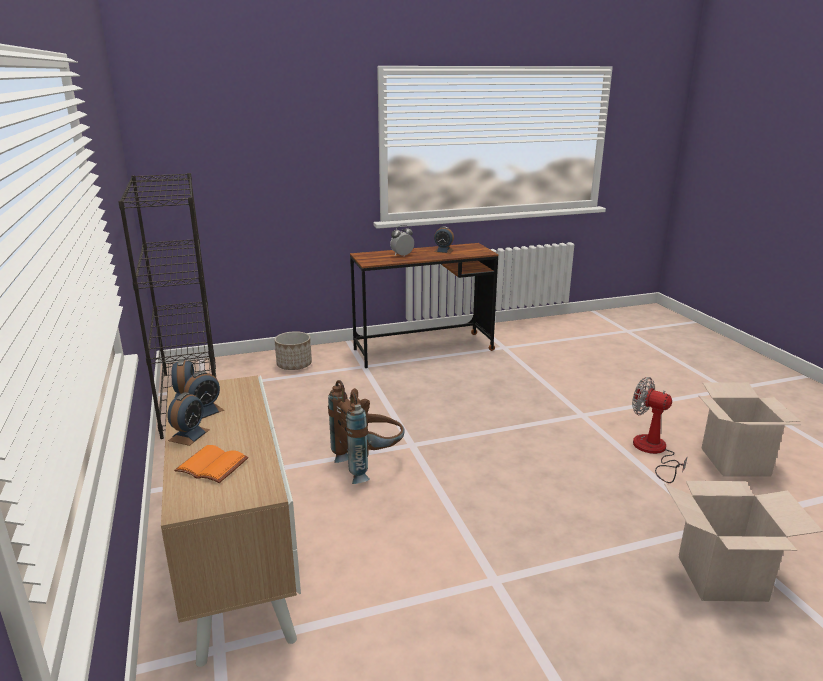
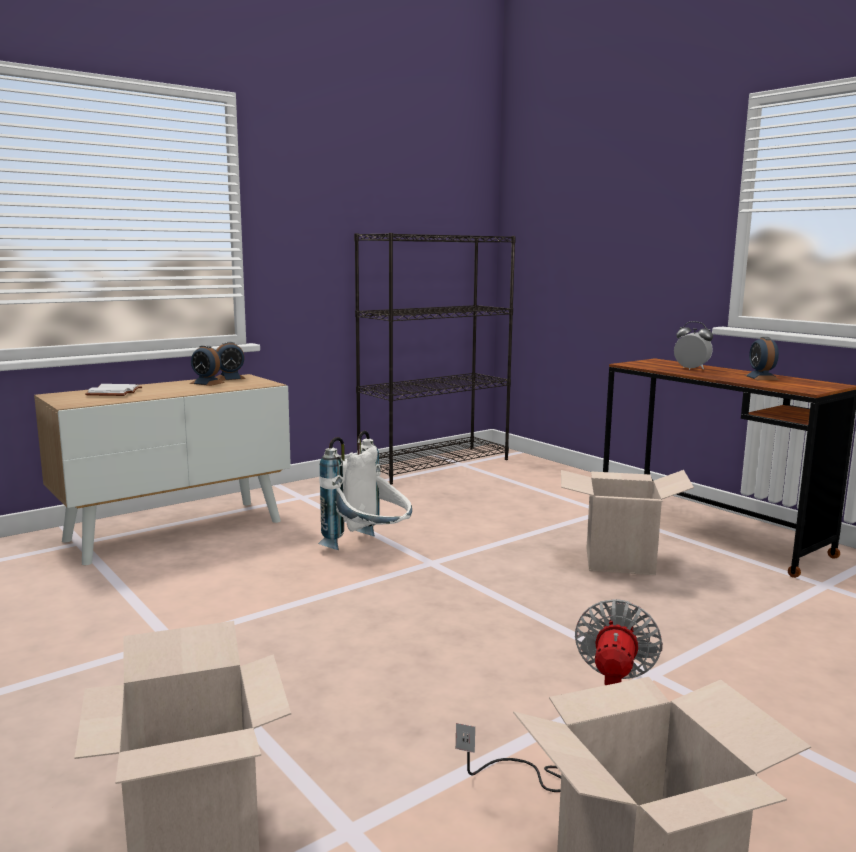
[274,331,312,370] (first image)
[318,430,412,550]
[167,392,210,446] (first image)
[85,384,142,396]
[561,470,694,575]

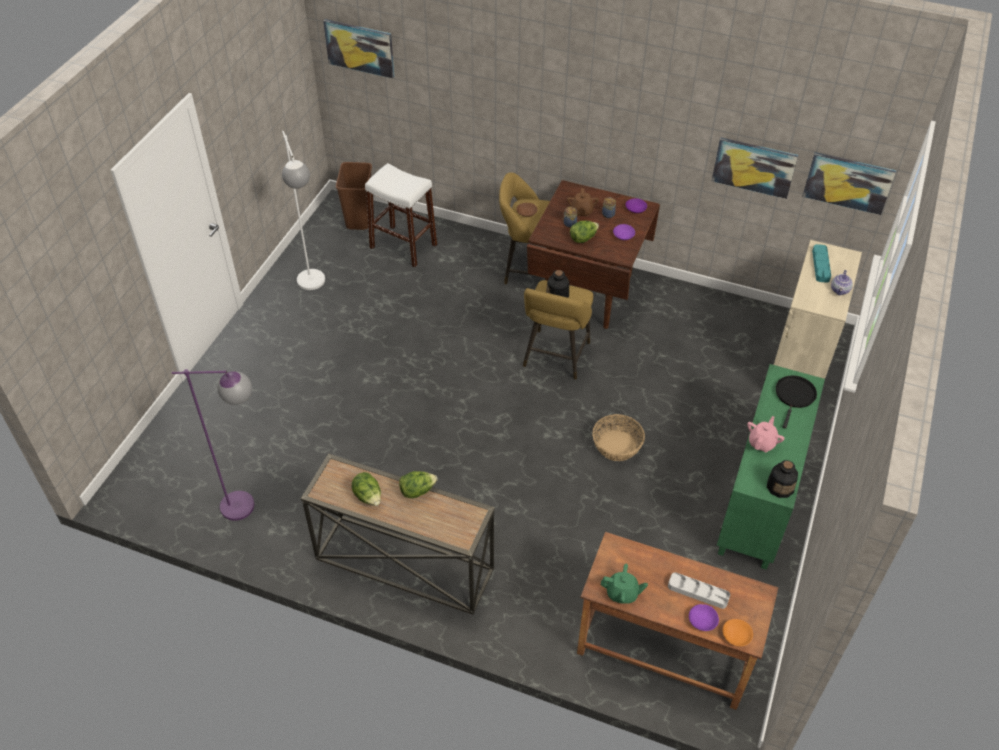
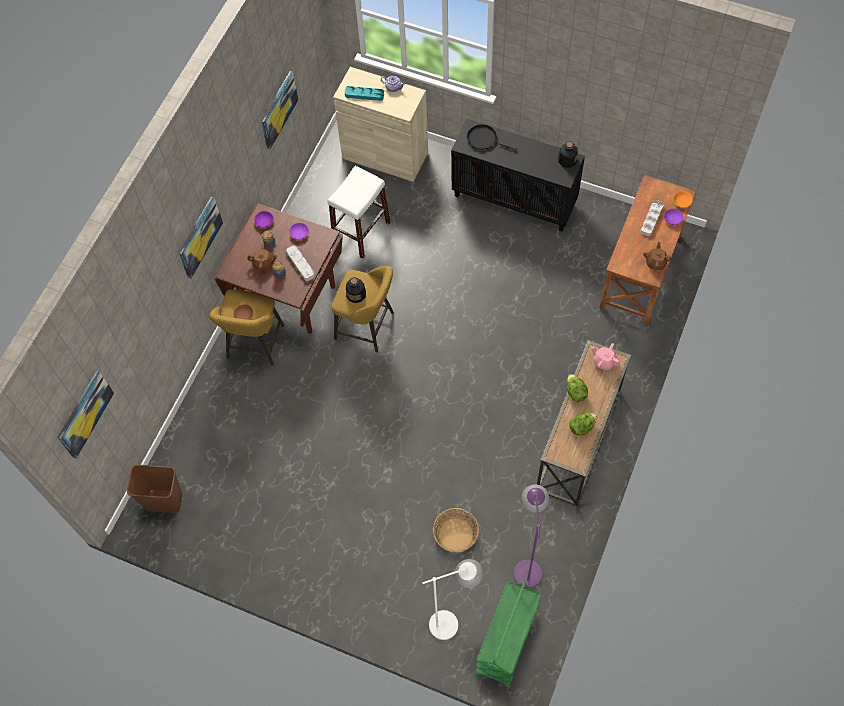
[422,559,484,640]
[178,196,223,279]
[327,166,391,259]
[286,245,315,281]
[451,119,585,232]
[433,508,479,553]
[591,343,620,370]
[643,242,673,272]
[475,581,541,688]

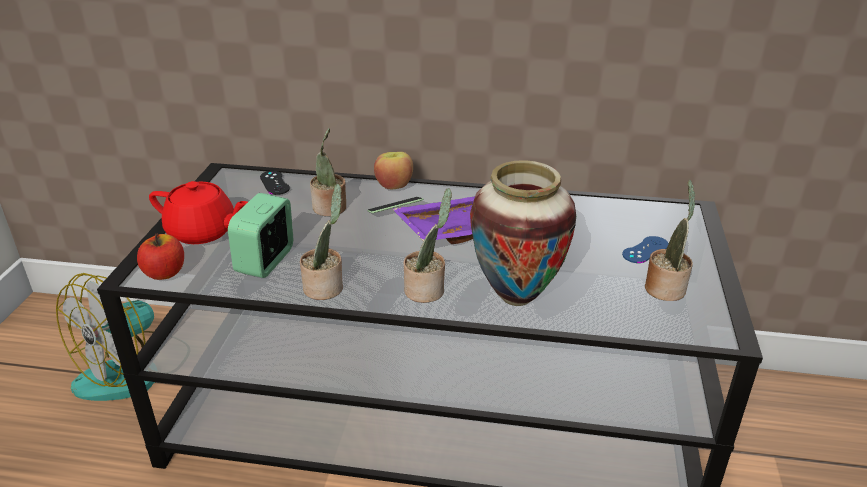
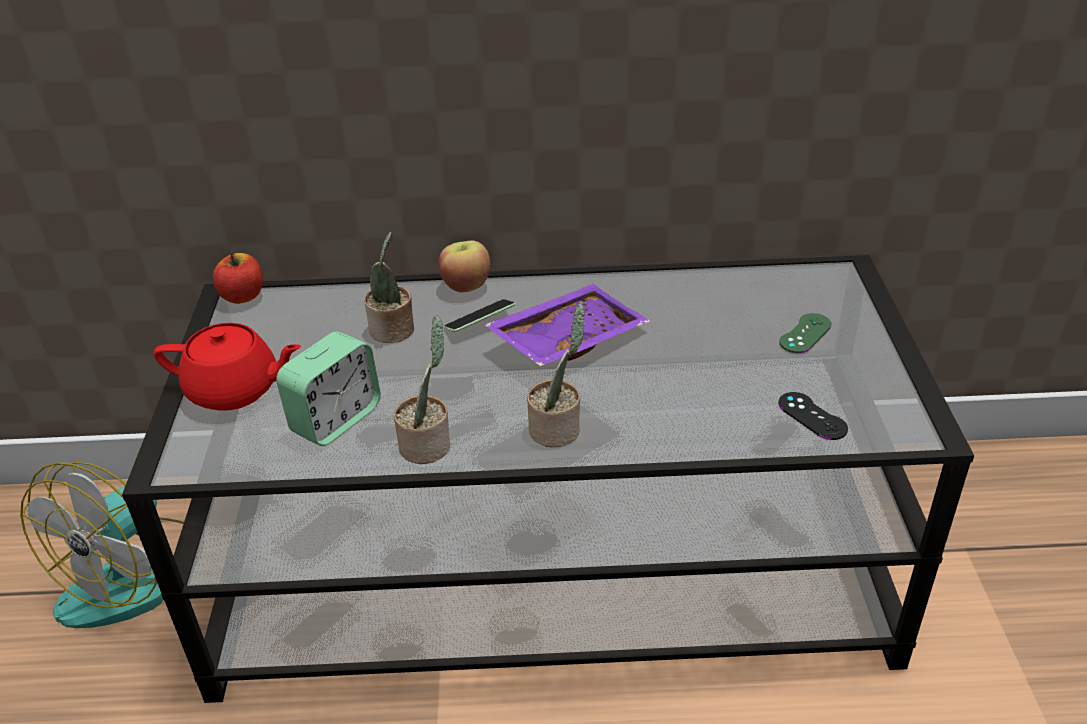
[470,160,576,306] (first image)
[778,392,848,440]
[645,180,696,301] (first image)
[276,331,381,446]
[213,253,263,304]
[779,313,831,353]

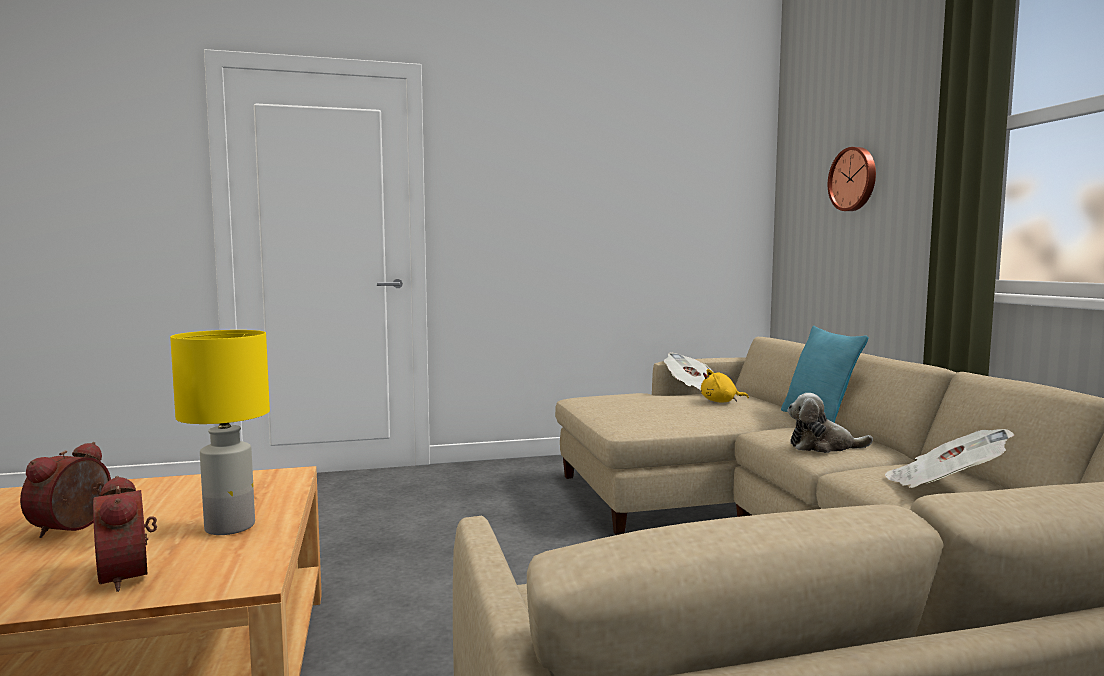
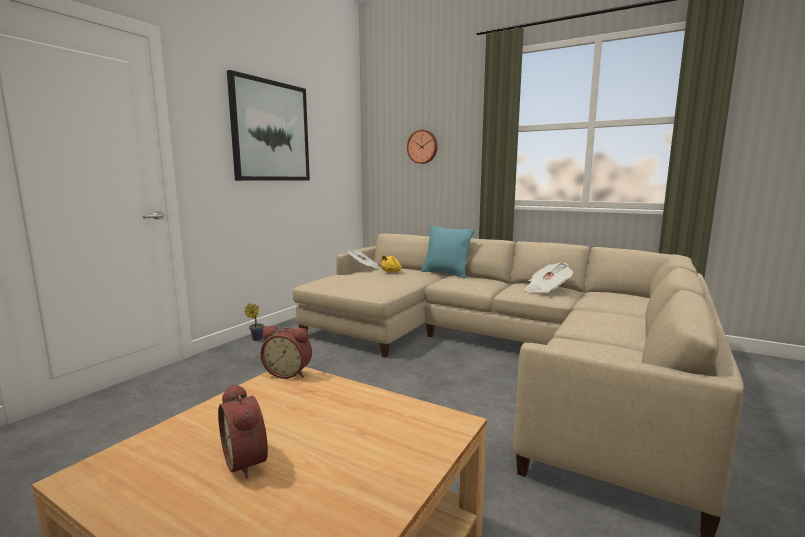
[170,330,270,535] (first image)
[787,393,873,453] (first image)
[261,325,312,379]
[227,70,310,181]
[245,303,264,341]

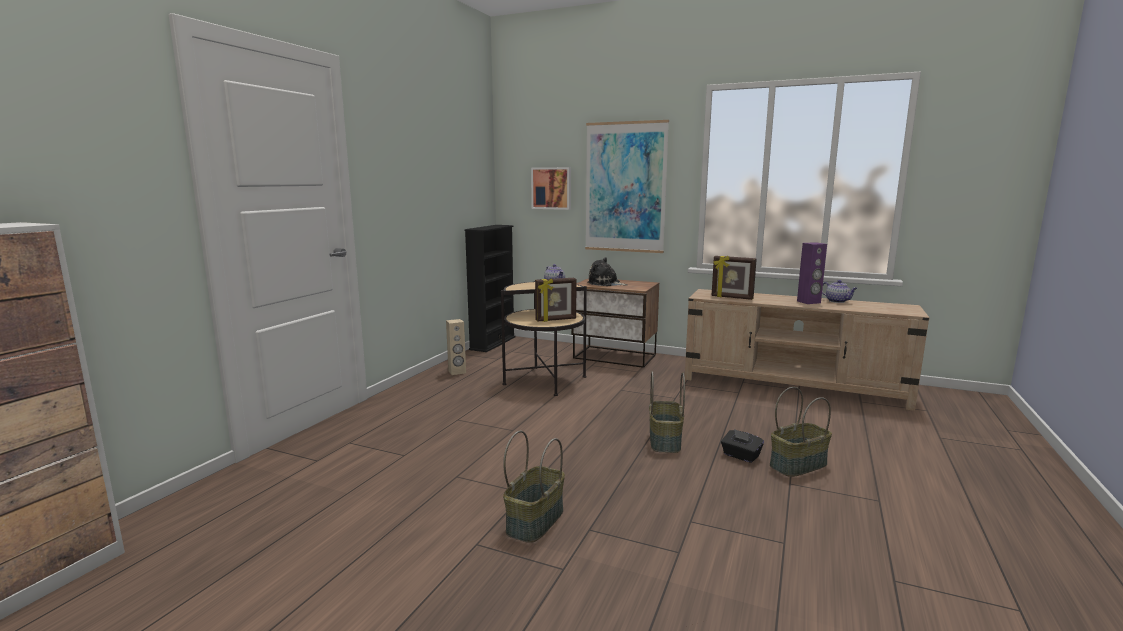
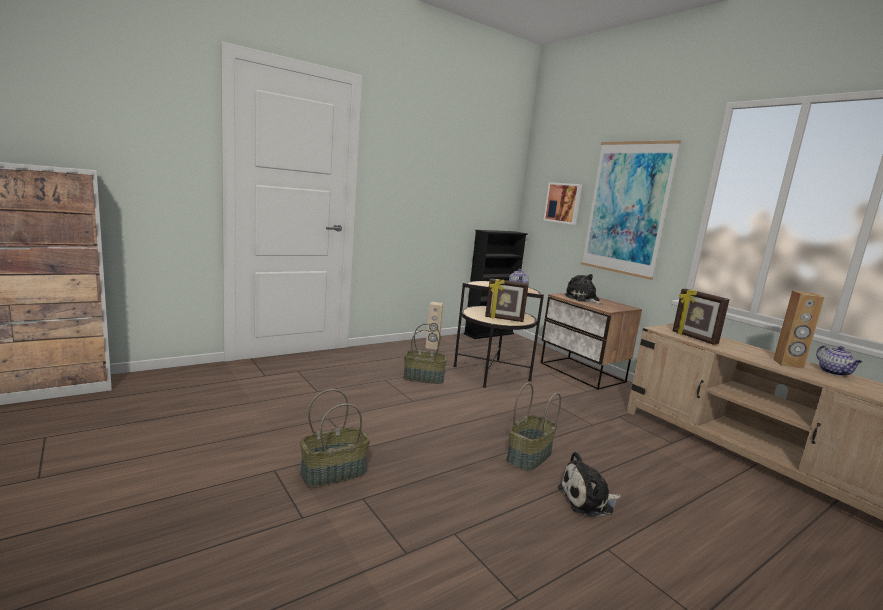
[773,291,825,369]
[403,323,447,384]
[558,452,621,517]

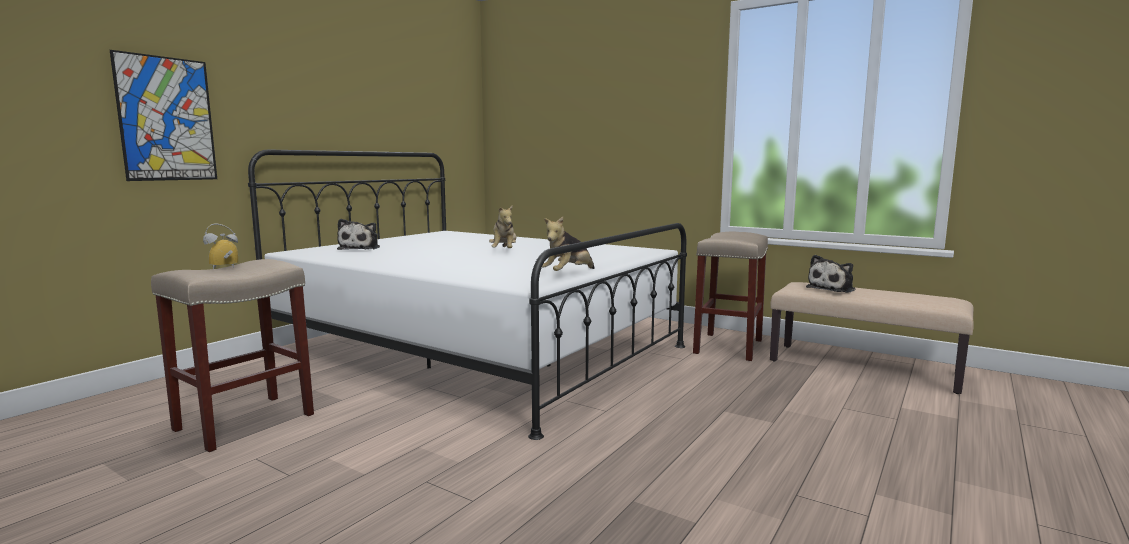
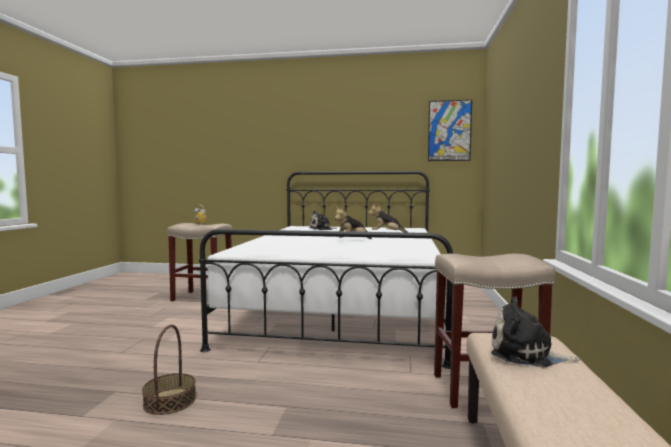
[428,100,472,161]
[368,204,409,233]
[142,324,196,415]

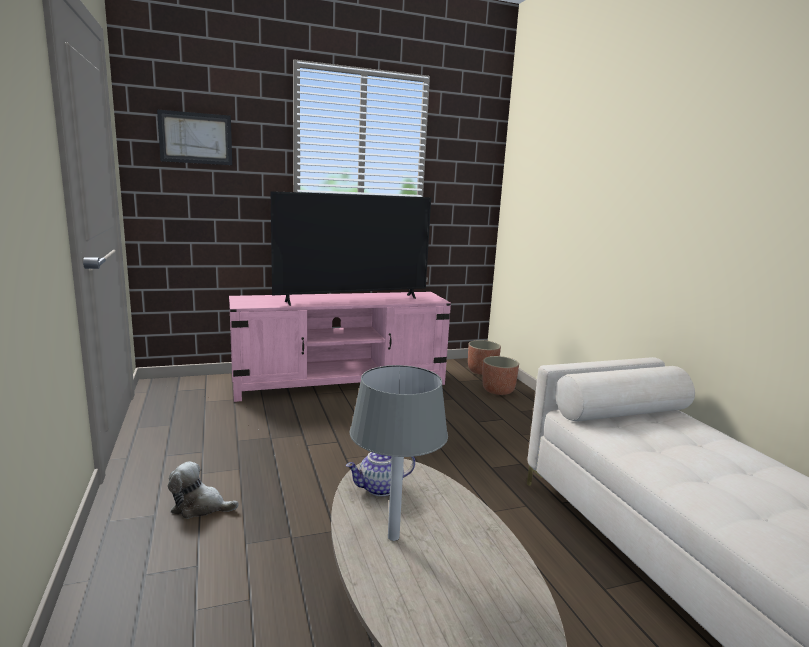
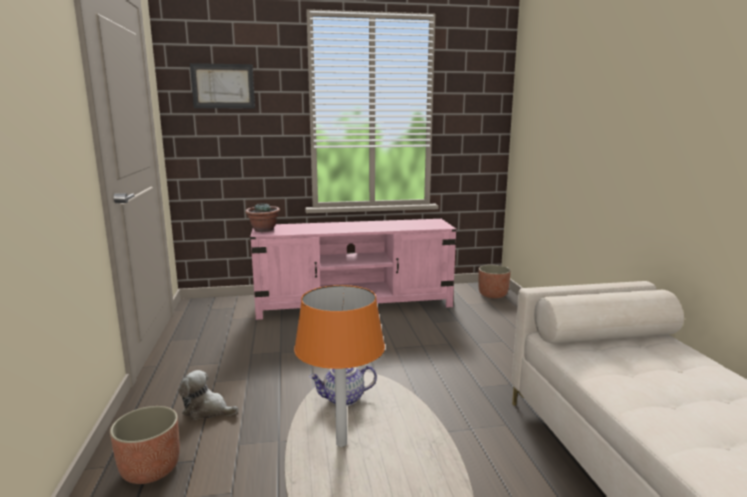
[271,191,431,306] (first image)
[110,406,180,484]
[294,285,385,447]
[245,203,280,232]

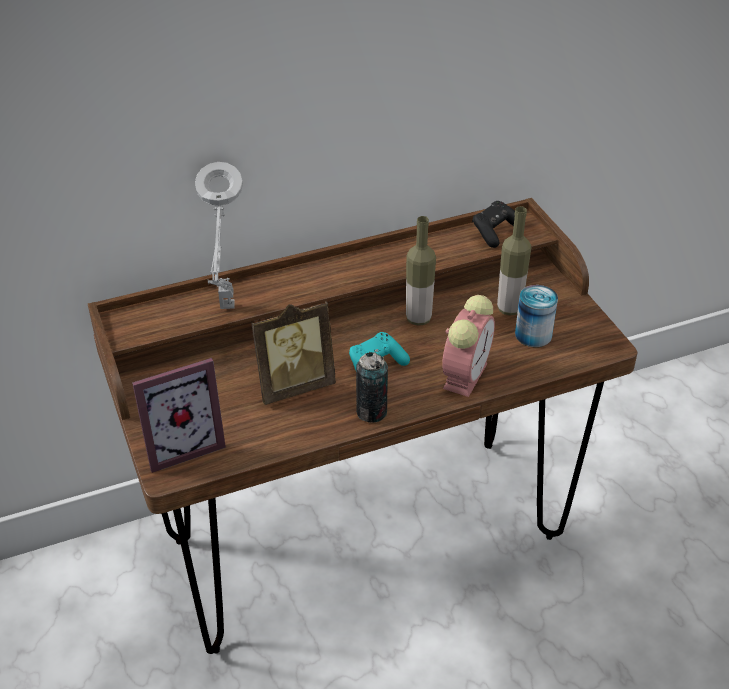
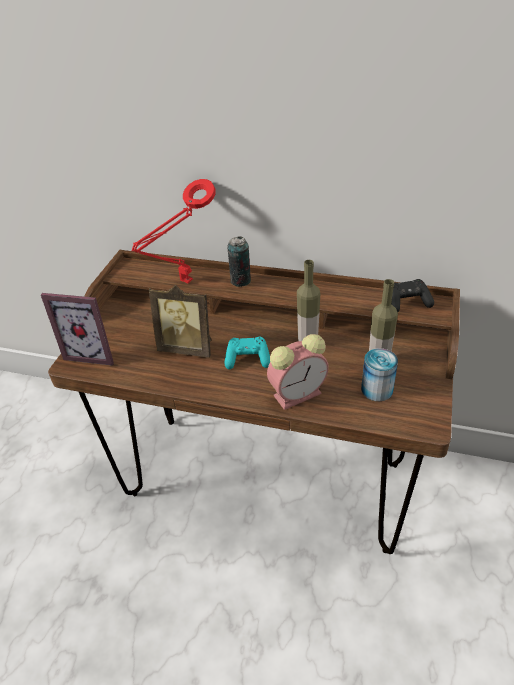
[132,179,216,283]
[227,237,251,287]

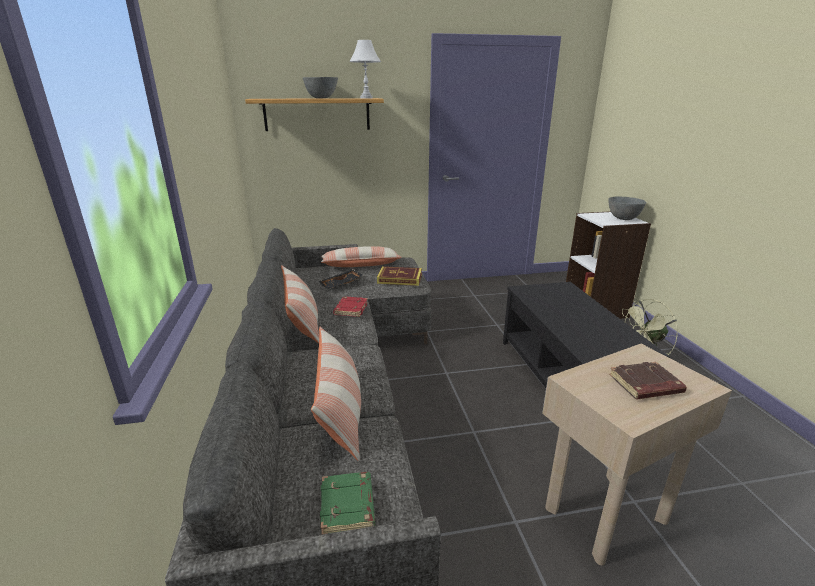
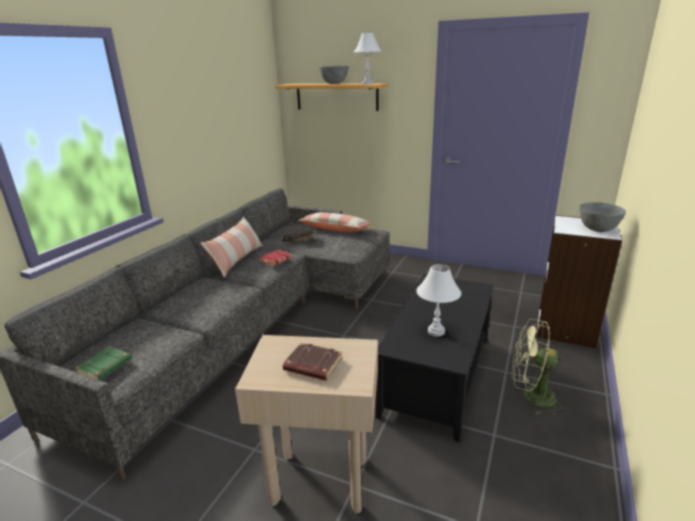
[377,266,422,286] (first image)
[311,327,361,461] (first image)
[416,264,462,336]

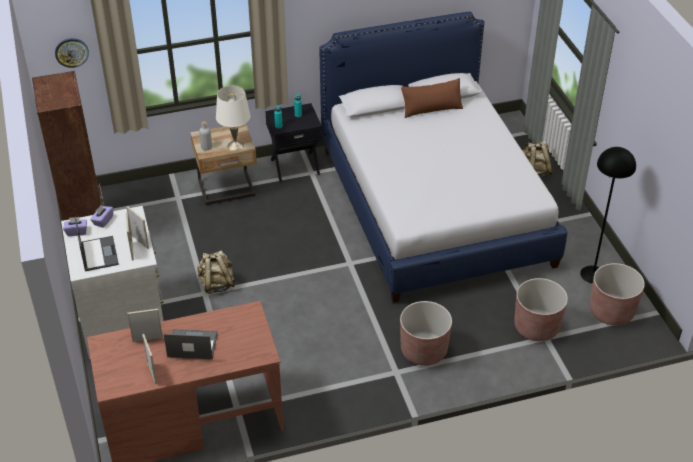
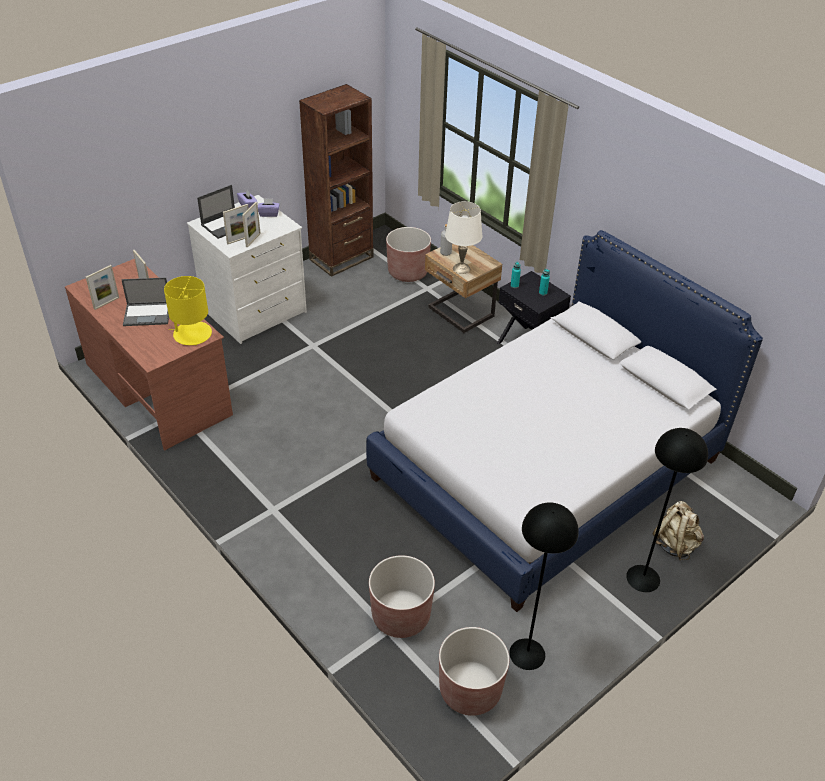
[55,38,89,68] (first image)
[401,78,463,118] (first image)
[197,250,237,294] (first image)
[386,227,431,282]
[121,277,169,326]
[164,276,212,346]
[626,428,708,592]

